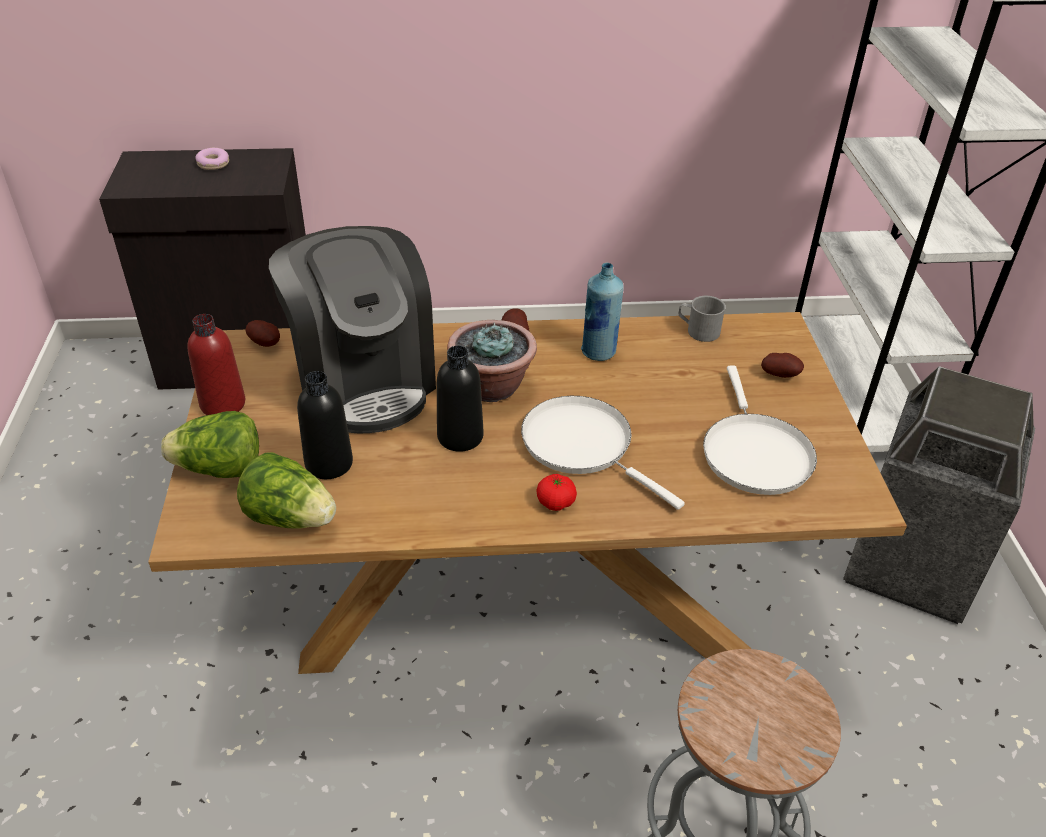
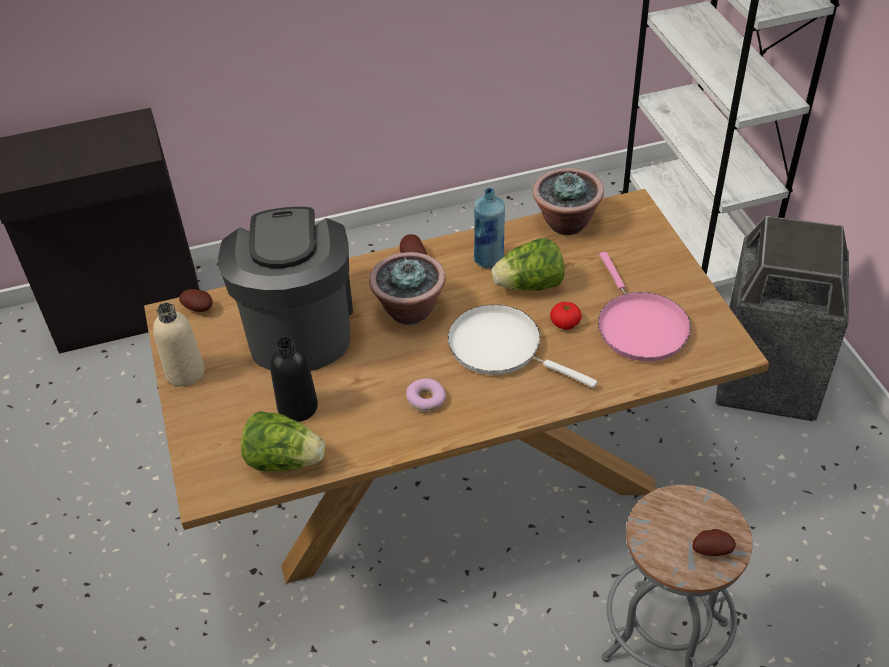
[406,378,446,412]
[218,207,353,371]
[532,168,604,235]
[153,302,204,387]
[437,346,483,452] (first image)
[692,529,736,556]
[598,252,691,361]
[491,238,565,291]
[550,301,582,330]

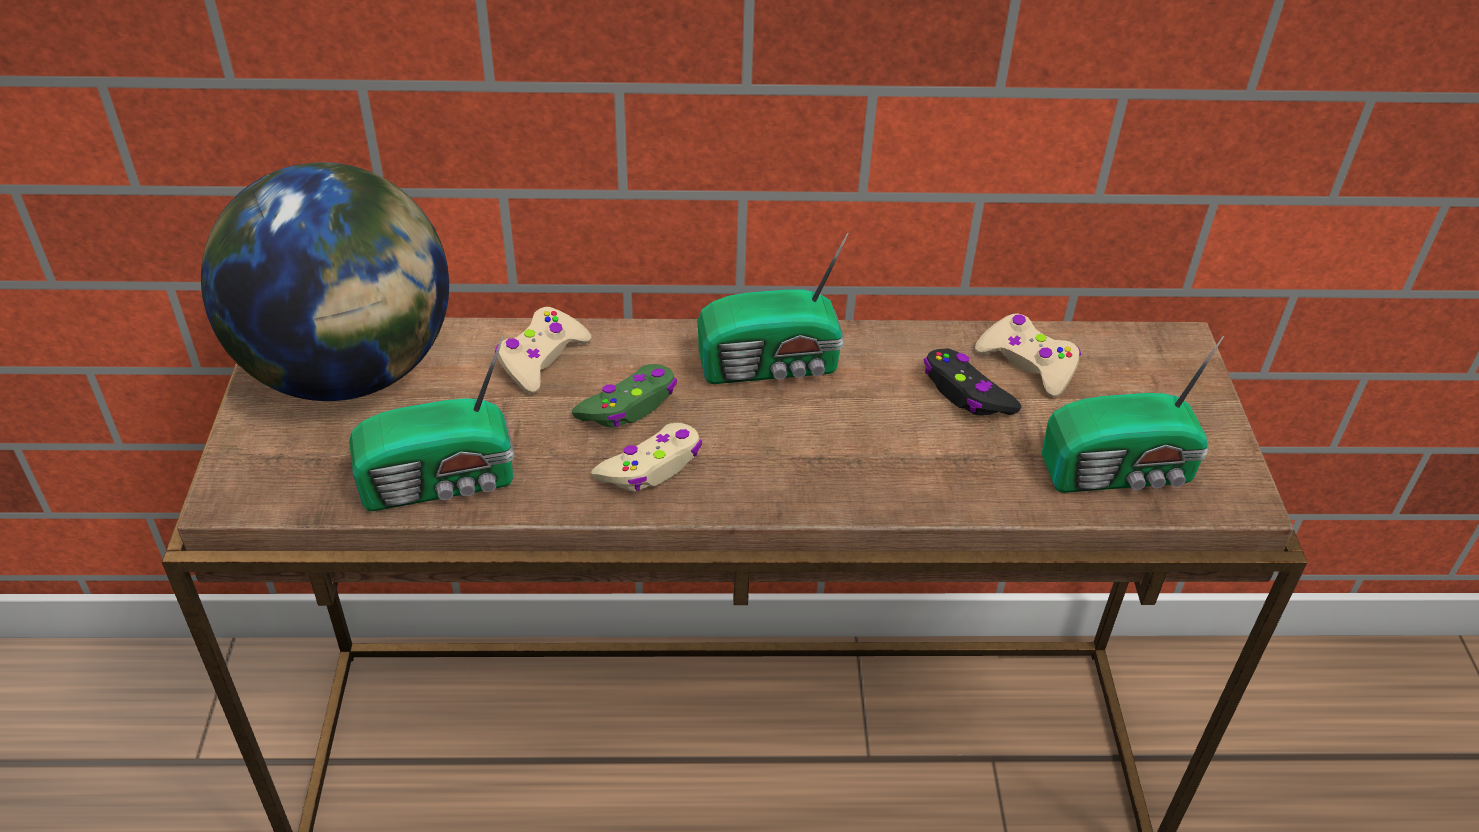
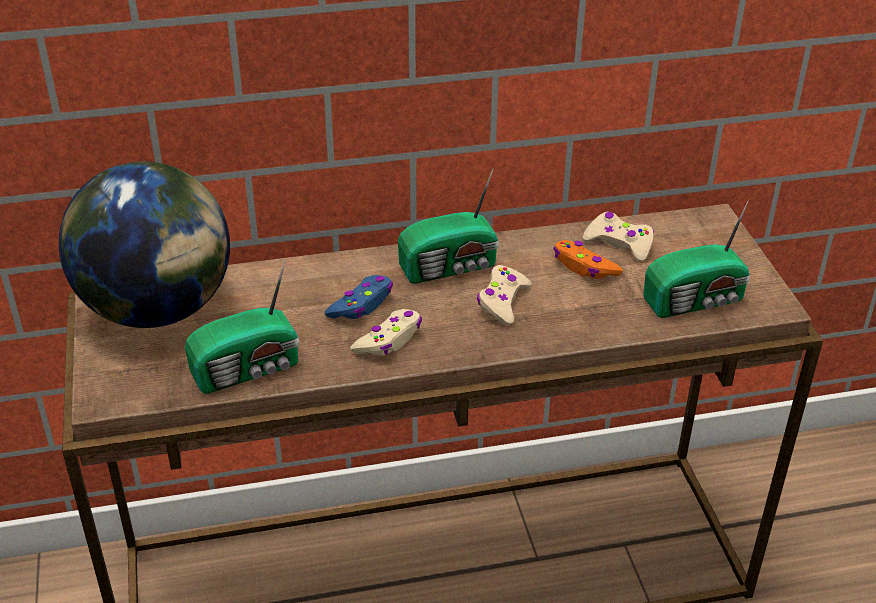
[477,265,531,325]
[553,240,623,279]
[324,275,393,319]

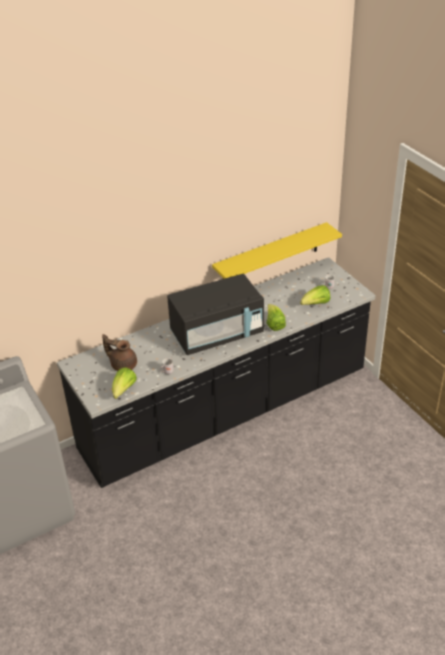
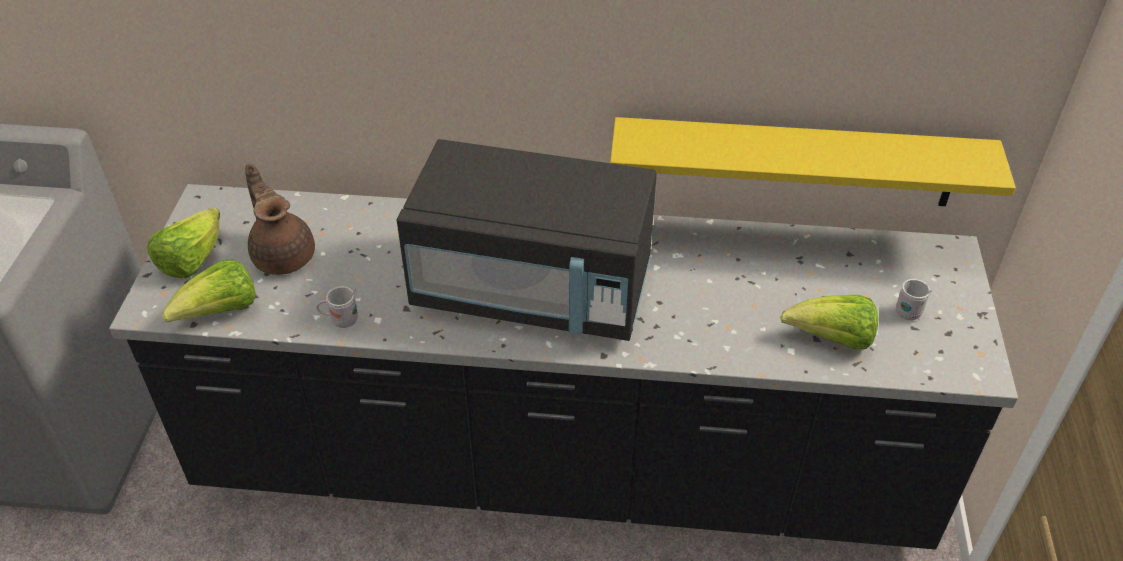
[147,207,220,278]

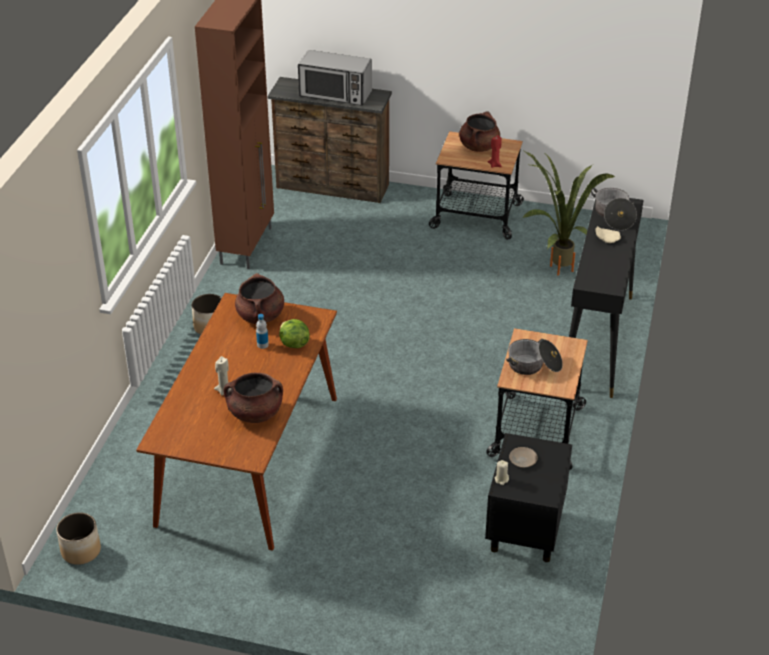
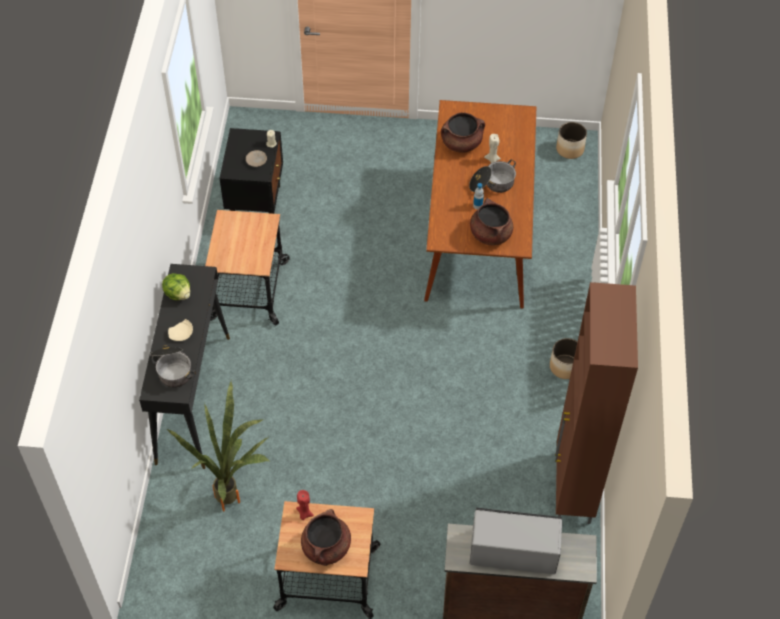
[162,273,190,300]
[469,160,516,193]

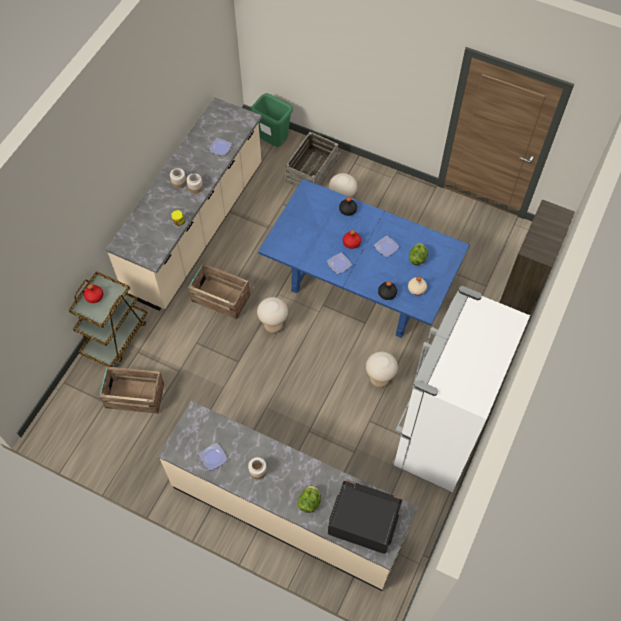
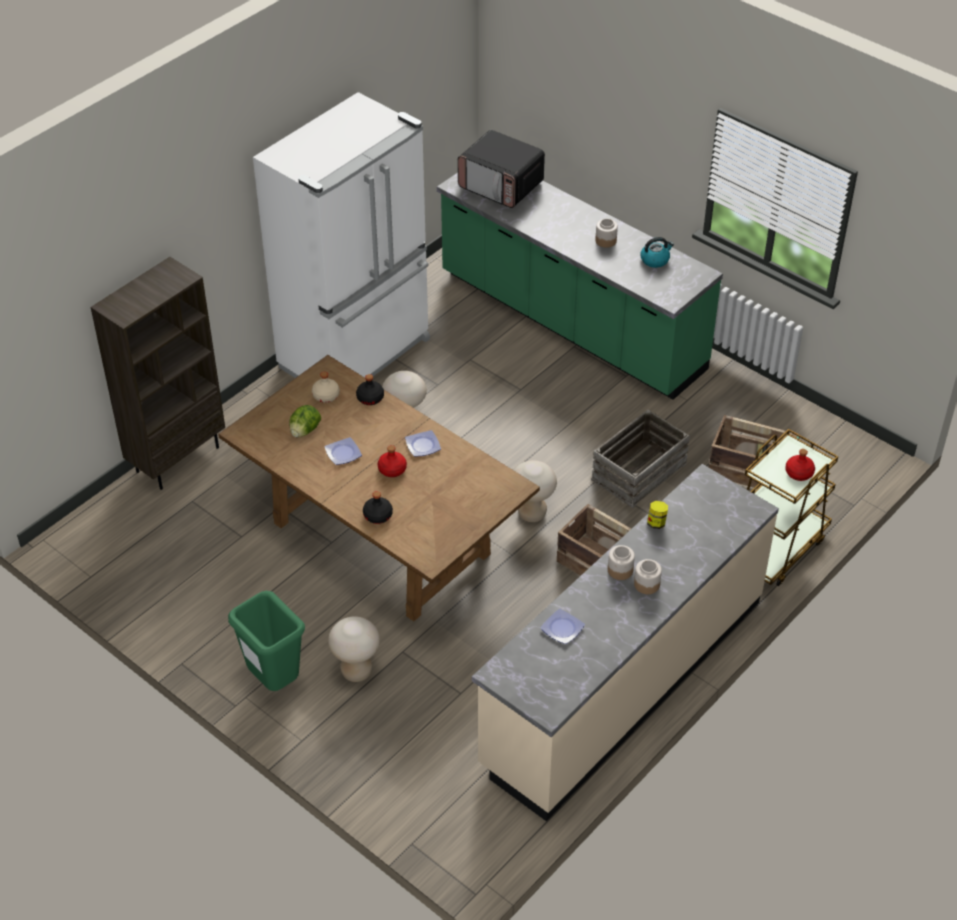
[228,591,305,691]
[591,409,690,508]
[218,355,540,621]
[437,172,723,400]
[641,237,674,268]
[298,485,321,513] (first image)

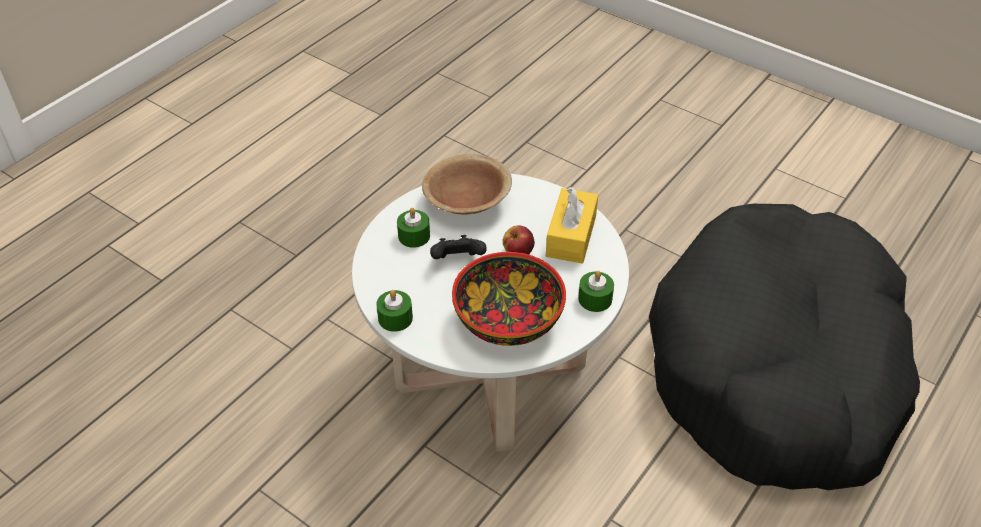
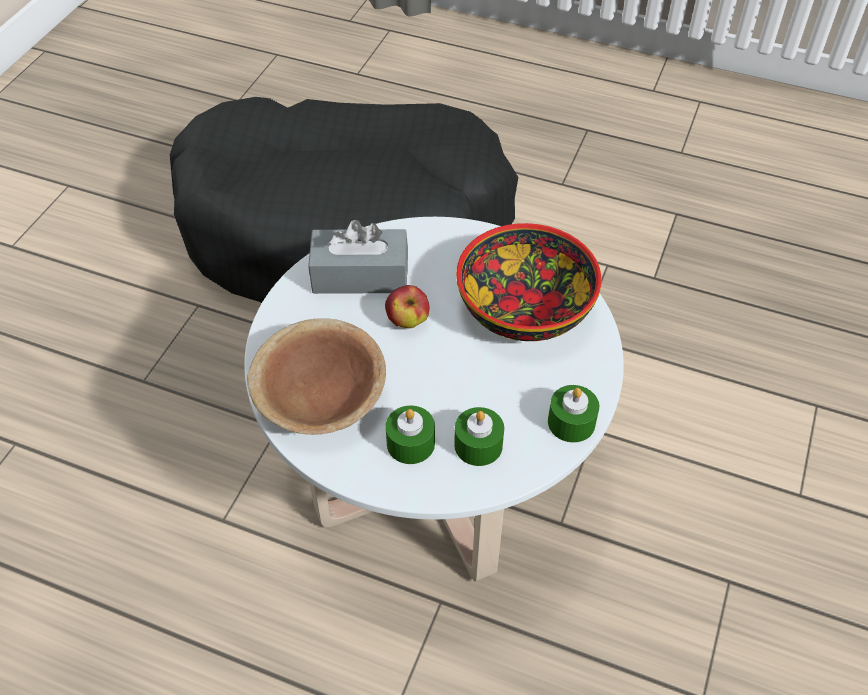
[308,220,408,294]
[430,235,487,259] (first image)
[454,407,504,466]

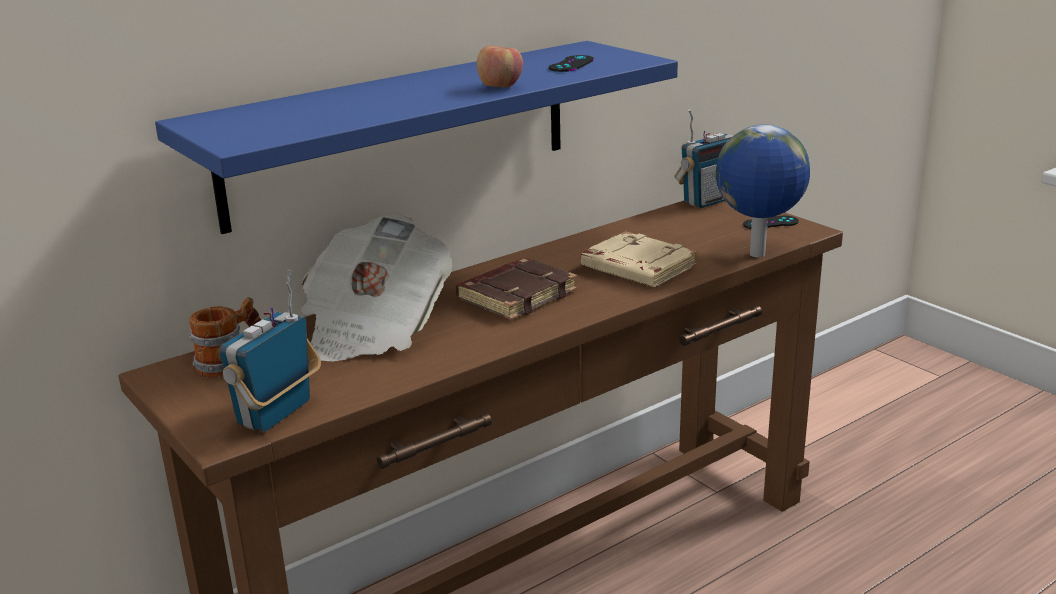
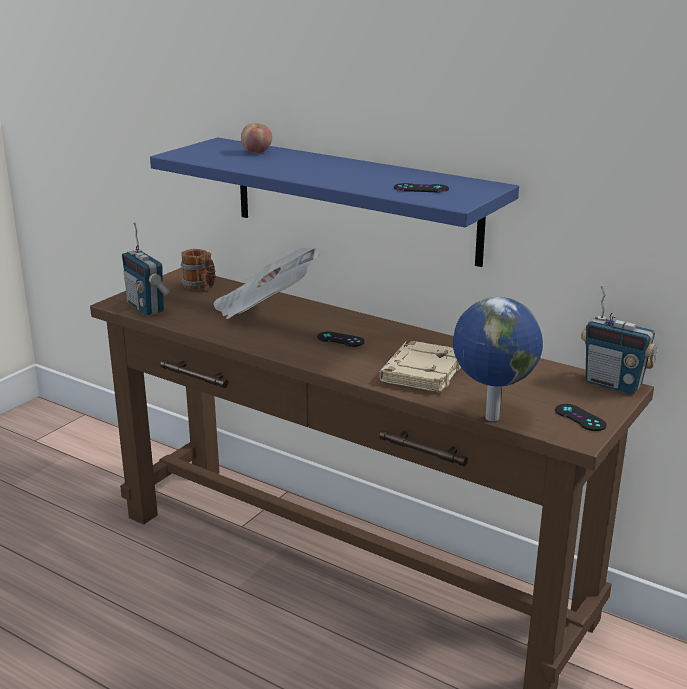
[241,123,272,153]
[317,332,365,347]
[122,223,171,316]

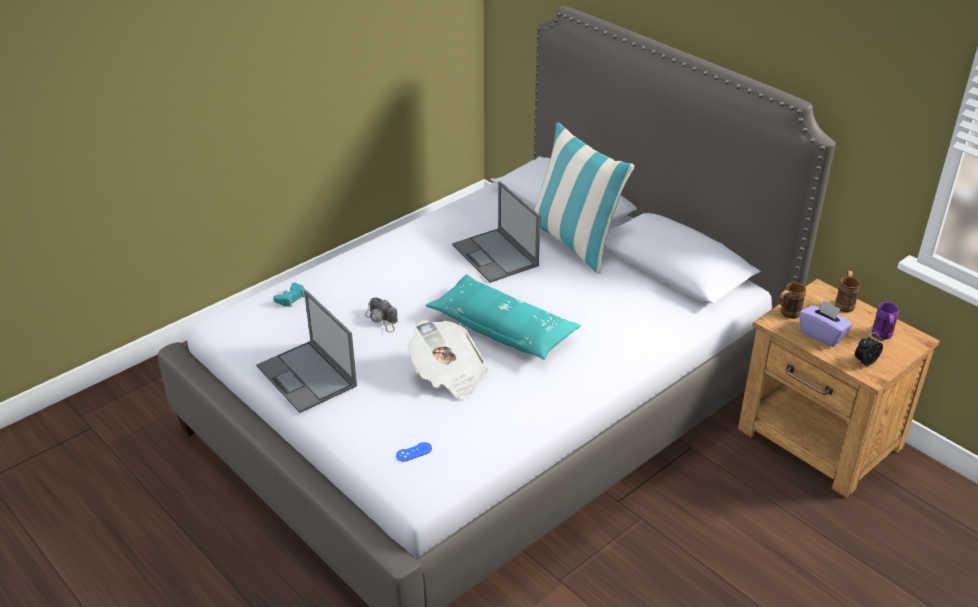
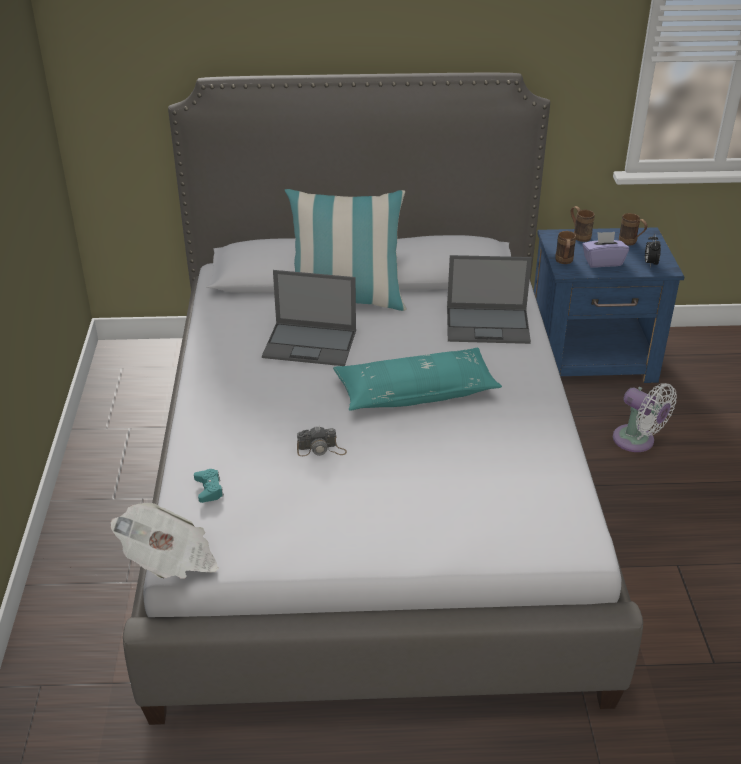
[534,227,684,383]
[447,255,532,344]
[619,213,647,246]
[110,503,219,579]
[396,442,432,462] (first image)
[613,383,677,452]

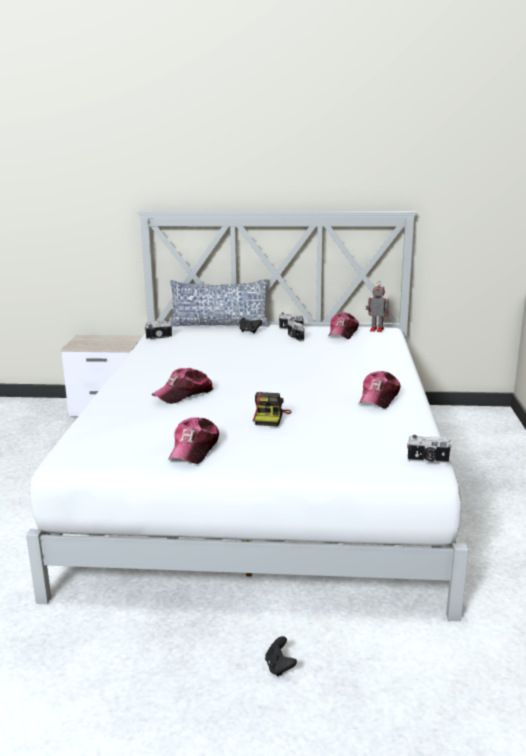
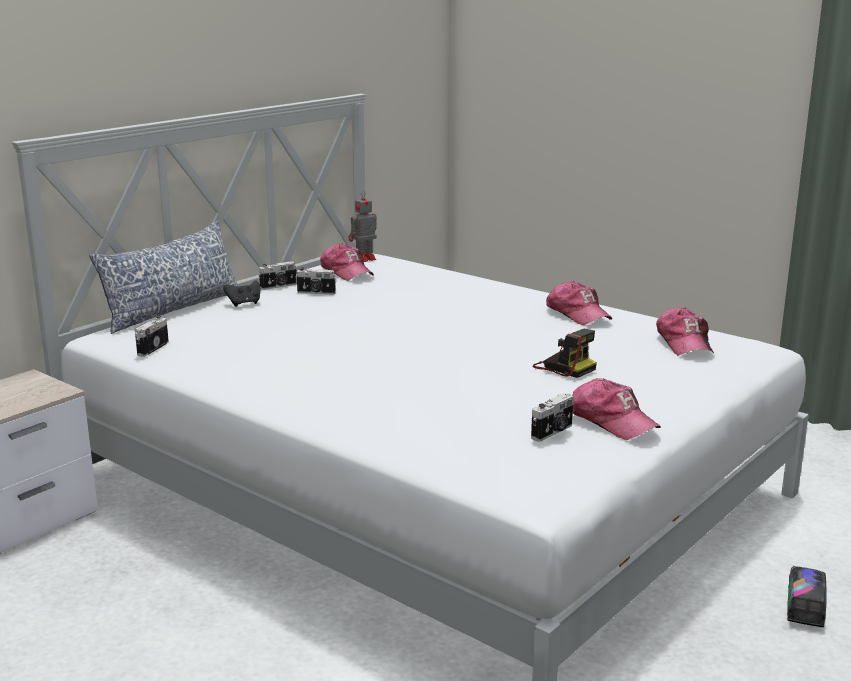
[656,307,714,356]
[531,393,573,442]
[787,566,827,627]

